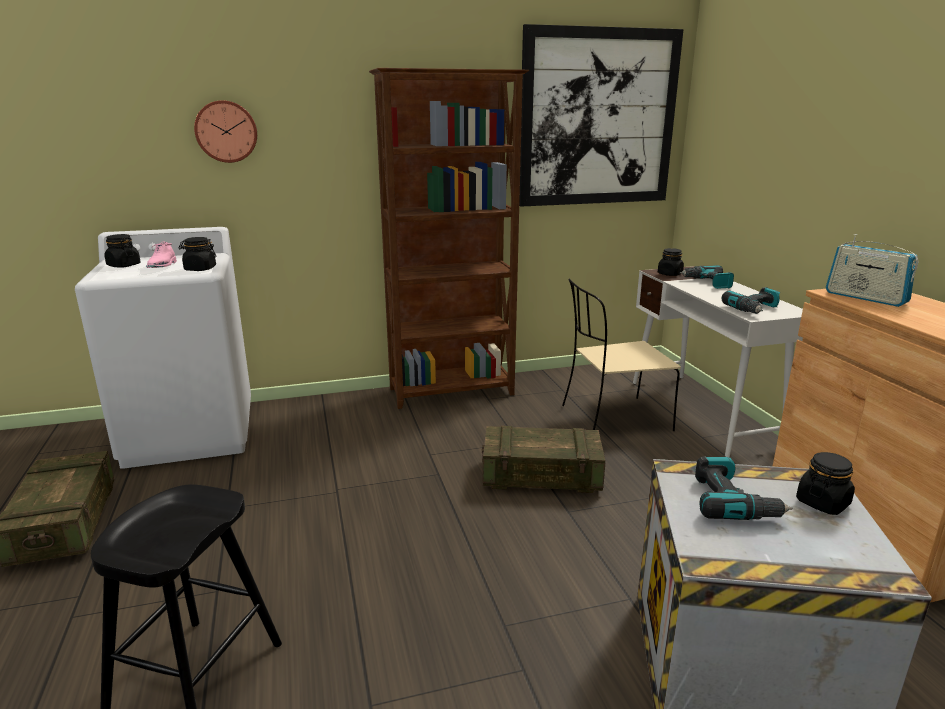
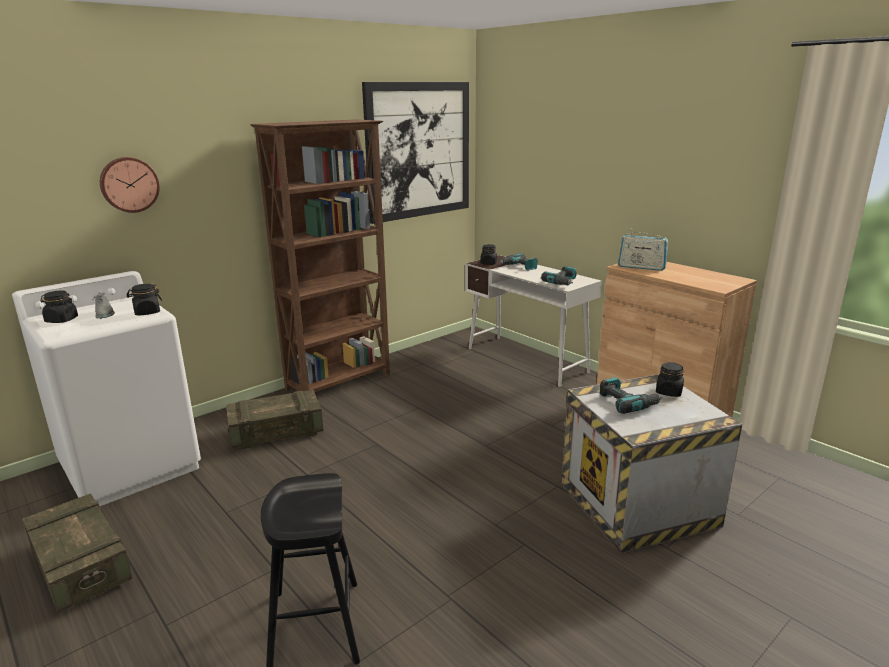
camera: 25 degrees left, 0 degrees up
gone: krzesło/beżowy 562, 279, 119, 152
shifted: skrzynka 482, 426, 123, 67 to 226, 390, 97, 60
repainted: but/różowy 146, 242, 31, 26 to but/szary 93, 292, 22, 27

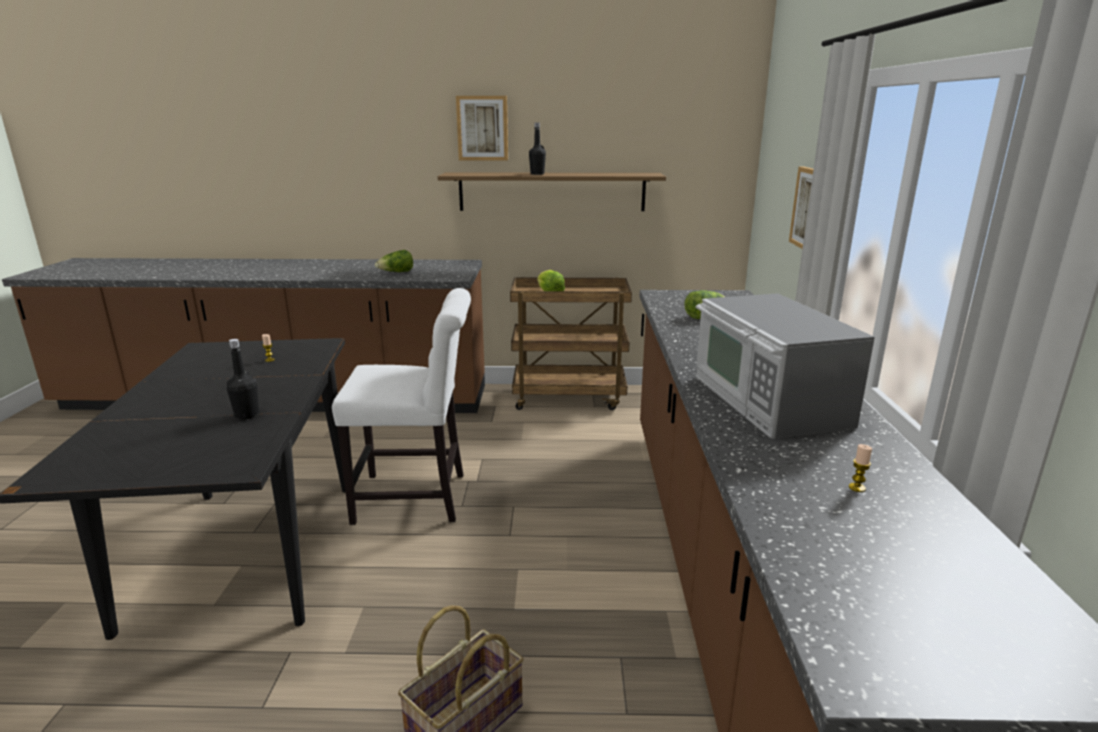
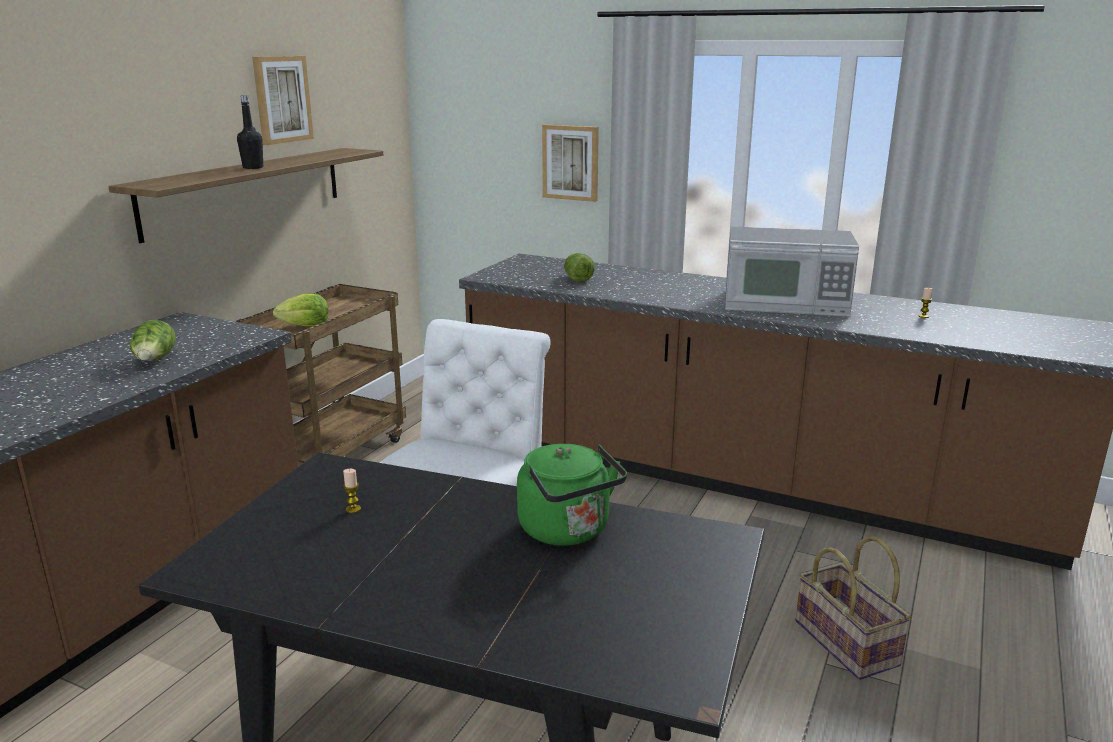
camera: 65 degrees left, 0 degrees up
shifted: obraz 456, 96, 52, 65 to 252, 56, 62, 89
swapped: butelka/czarny 227, 339, 32, 81 to czajnik/zielony 517, 444, 110, 102

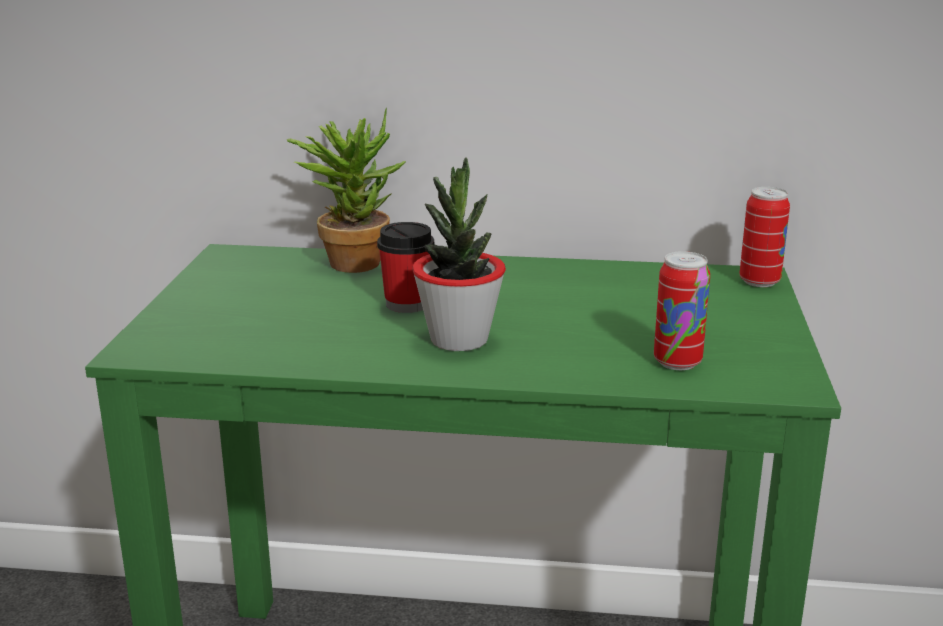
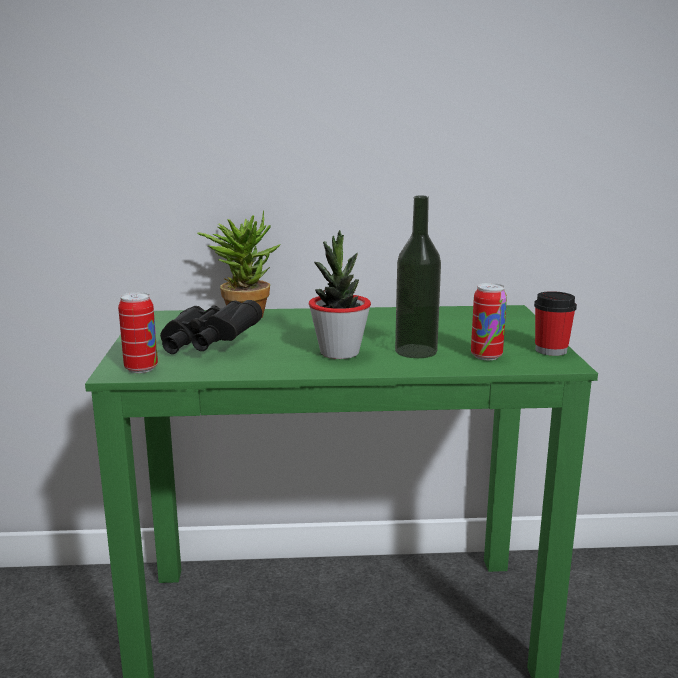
camera: 10 degrees left, 5 degrees down
new: butelka 395, 196, 46, 162; lornetka/czarny 160, 300, 102, 54
shifted: puszka 740, 187, 50, 100 to 118, 292, 40, 81; filiżanka 377, 222, 57, 91 to 534, 291, 43, 65

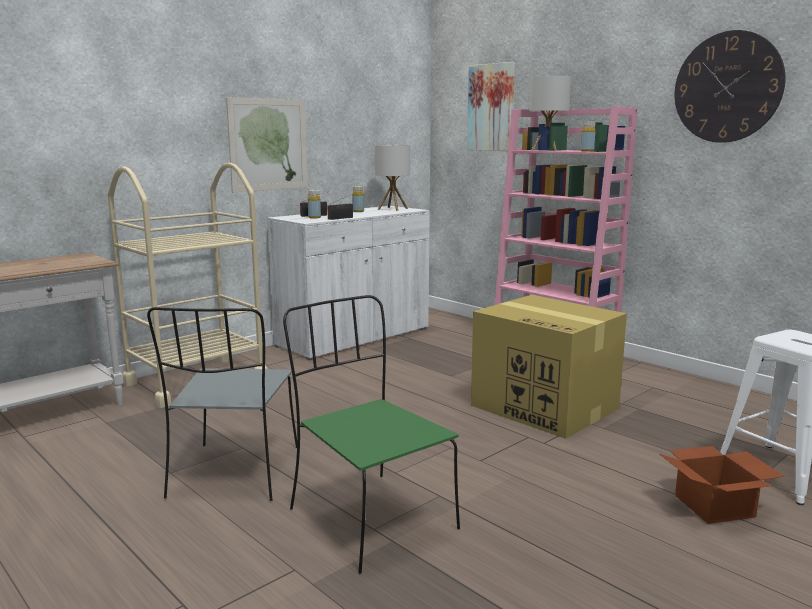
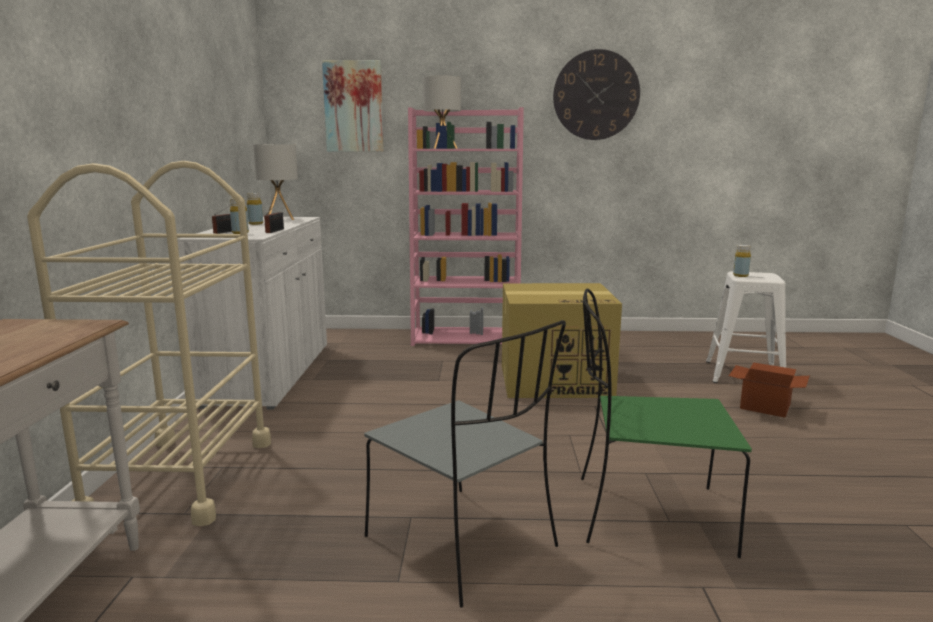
camera: 45 degrees left, 0 degrees up
gone: obraz 226, 97, 82, 95
shifted: butelka/żółty 581, 121, 15, 31 to 733, 244, 18, 33

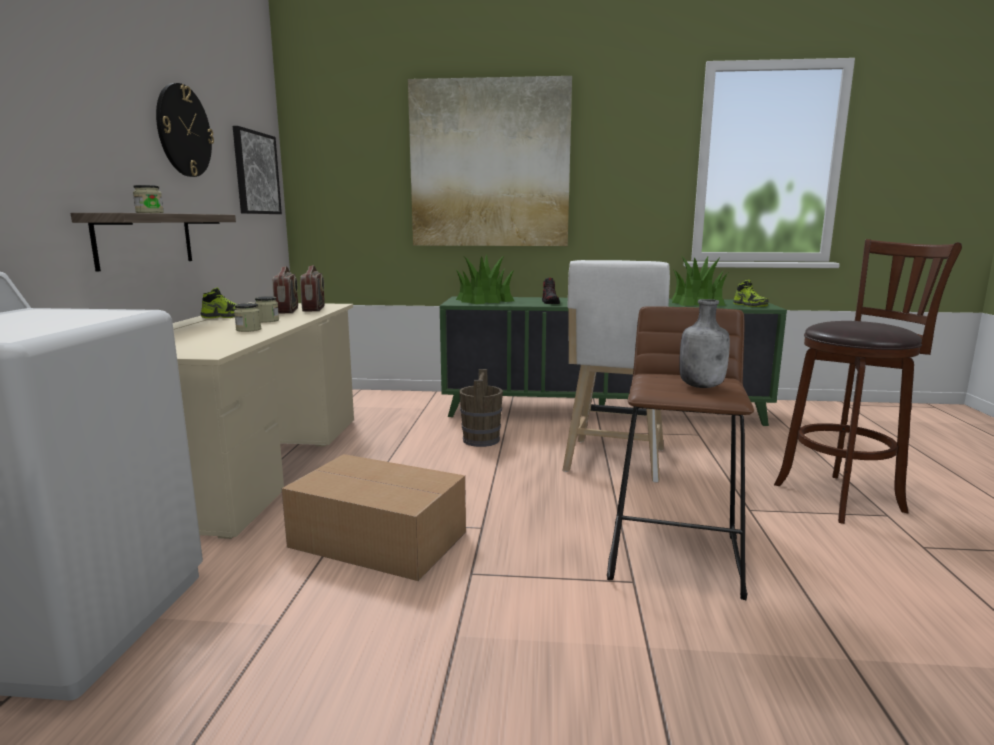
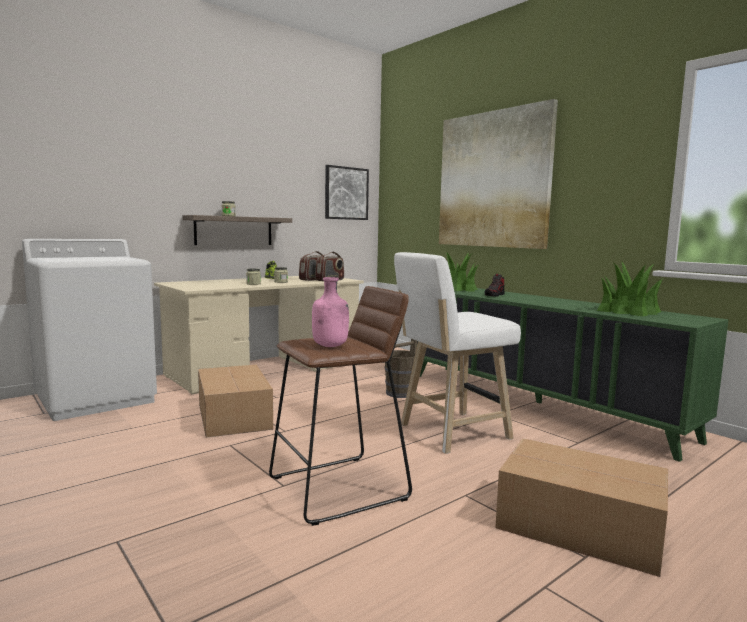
camera: 45 degrees right, 5 degrees down
gone: zegar ścienny 156, 83, 58, 94; but 733, 280, 36, 27
swapped: stołek/brązowy 774, 239, 188, 285 to karton 495, 438, 173, 139
repainted: butelka/szary 679, 299, 51, 89 to butelka/różowy 312, 277, 37, 70

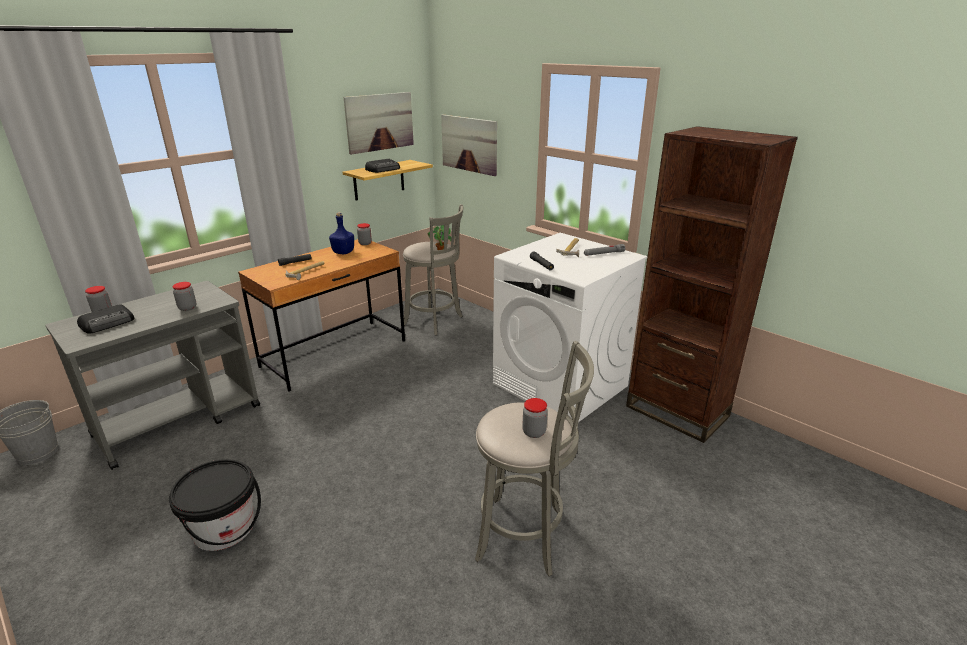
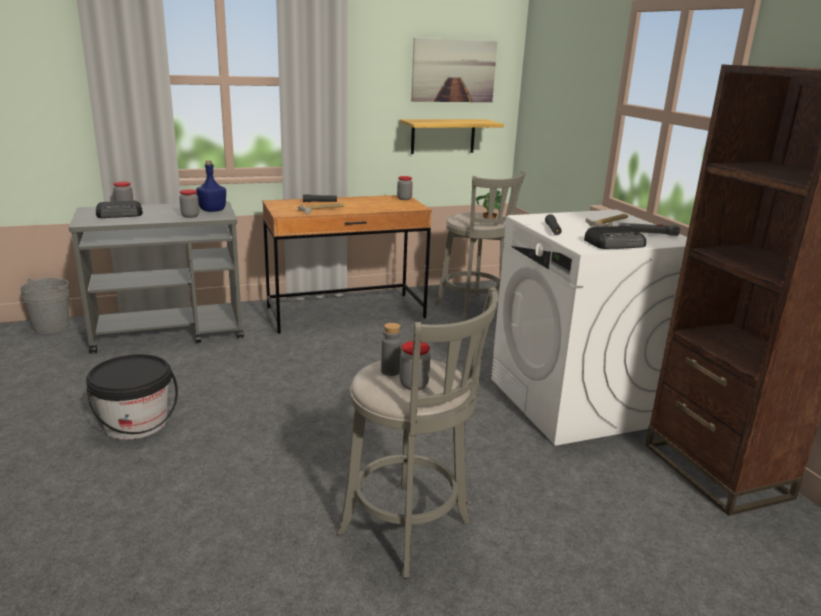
camera: 25 degrees right, 5 degrees down
gone: obraz 441, 115, 56, 61
new: butelka/szary 381, 323, 21, 53
shifted: radio 365, 159, 35, 14 to 584, 226, 62, 23; butelka/niebieski 329, 212, 25, 42 to 196, 160, 30, 52

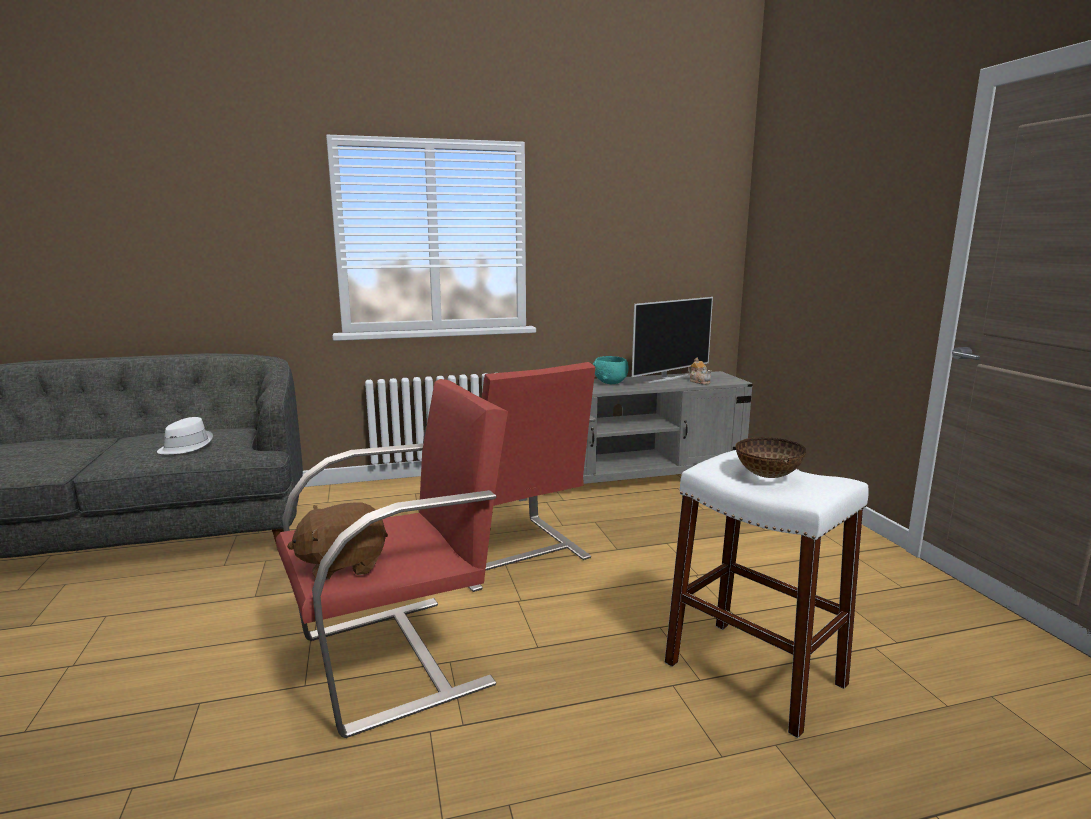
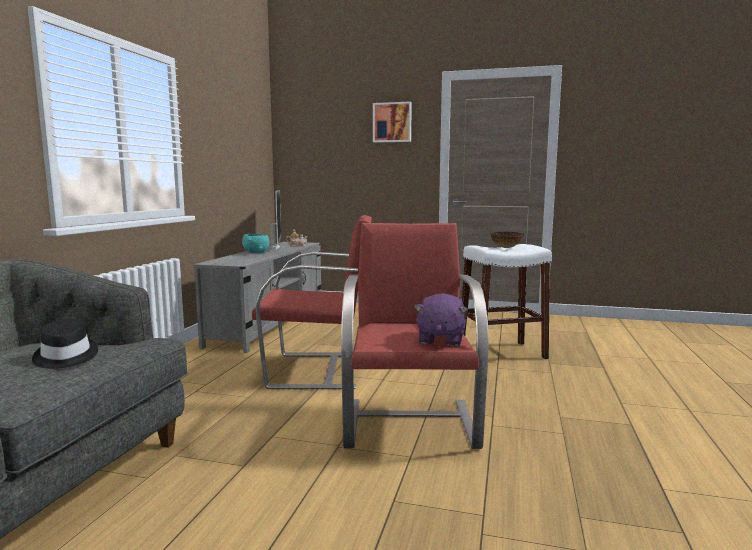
camera: 60 degrees left, 5 degrees down
new: obraz 373, 101, 39, 42
repainted: kapelusz/biały 157, 417, 56, 37 to kapelusz/czarny 32, 319, 66, 50; pluszak/brązowy 287, 502, 101, 78 to pluszak/fioletowy 414, 293, 54, 53

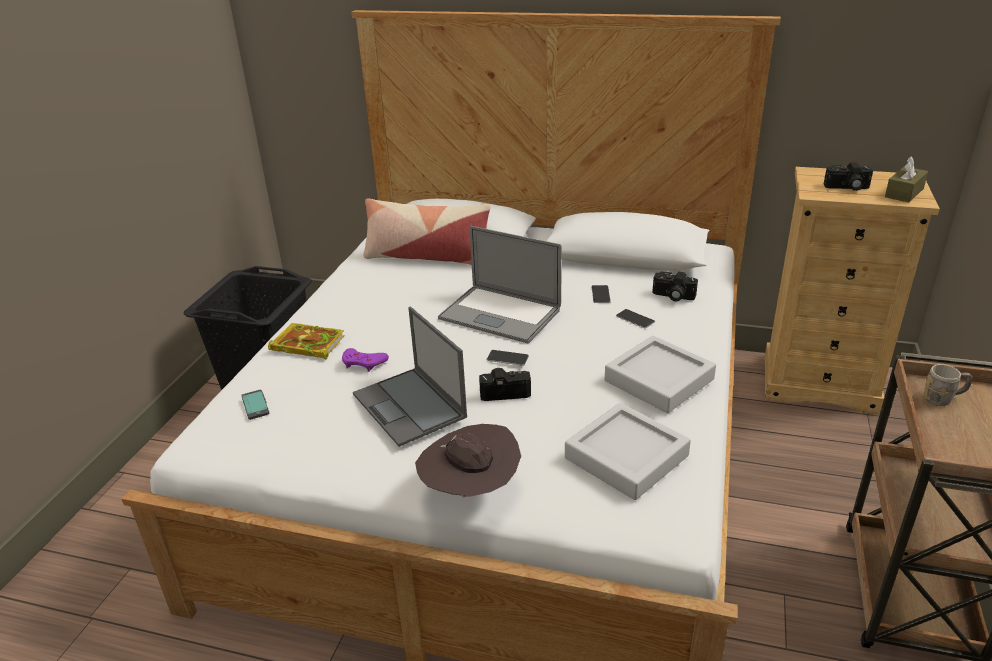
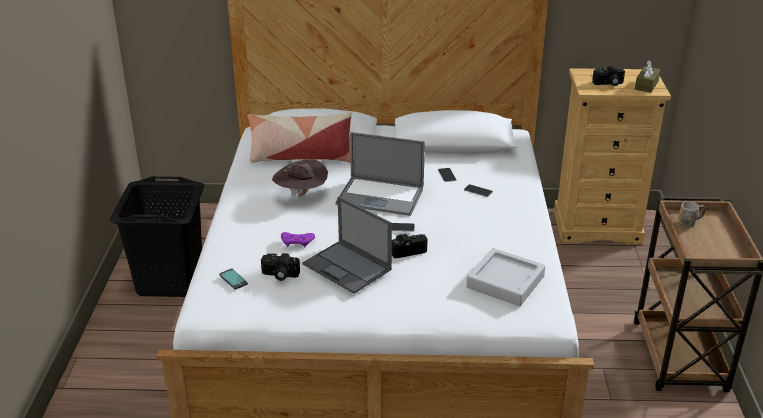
camera: 15 degrees left, 0 degrees up
gone: książka 268, 323, 77, 36; taca/szary 605, 336, 111, 77
shifted: aparat fotograficzny 652, 271, 46, 30 to 261, 253, 39, 28; kapelusz/brązowy 415, 424, 106, 74 to 272, 160, 56, 37

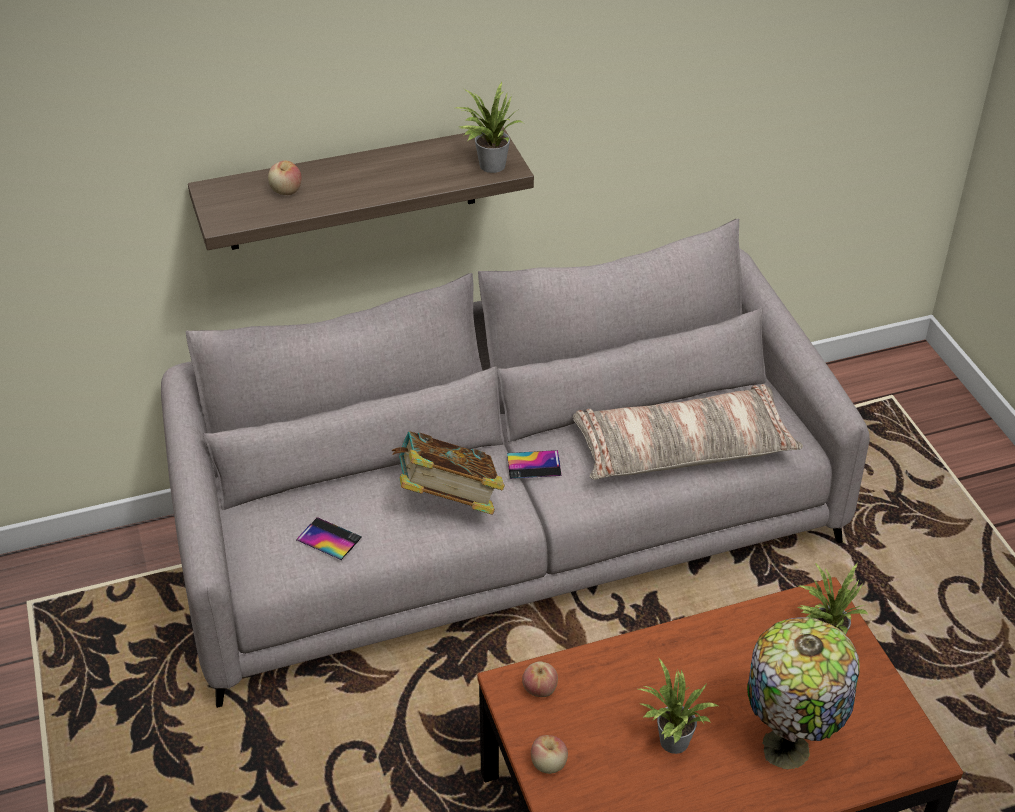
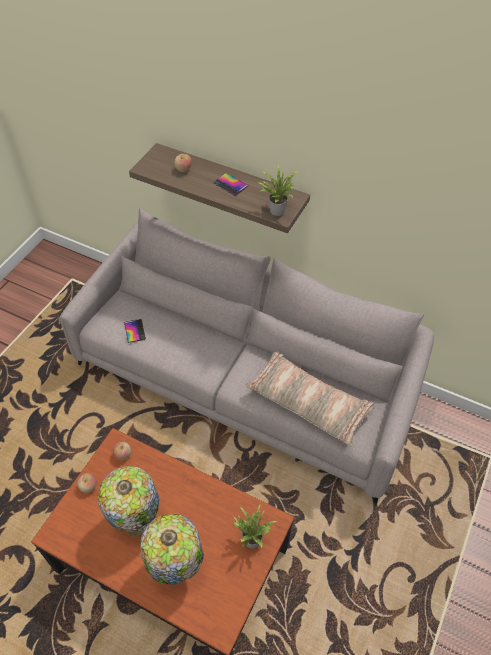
camera: 45 degrees right, 10 degrees up
gone: książka 391, 431, 114, 84
shifted: telefon 507, 450, 55, 29 to 213, 173, 36, 23
swapped: roślina doniczkowa 638, 657, 80, 97 to lampa stołowa 97, 466, 62, 71

